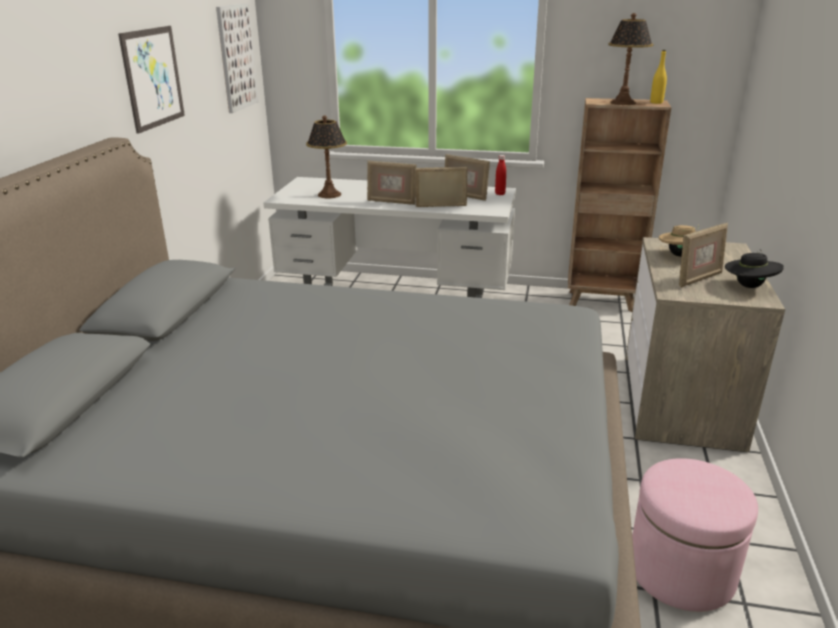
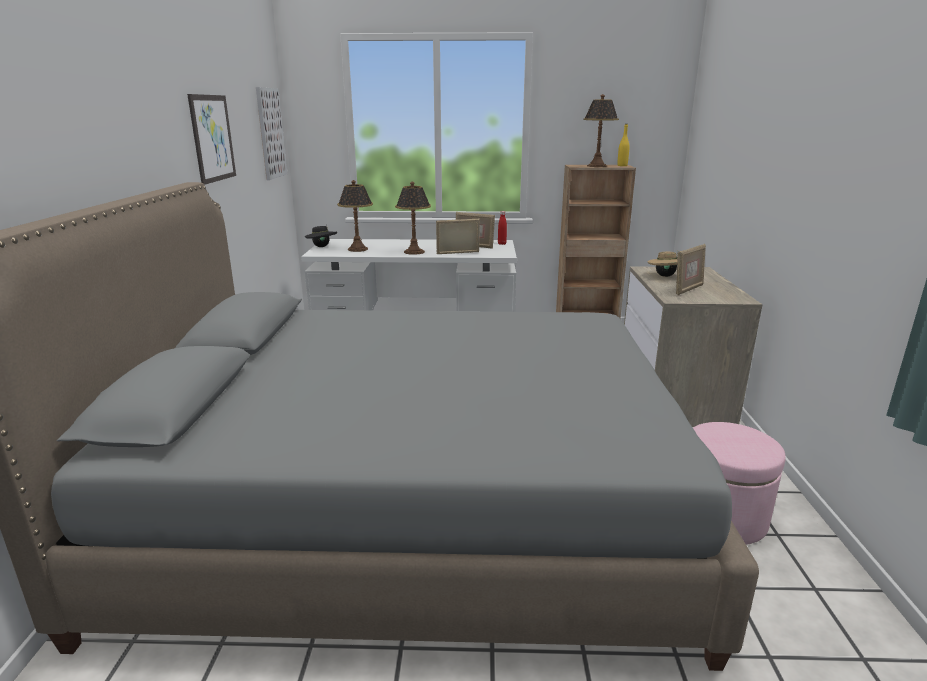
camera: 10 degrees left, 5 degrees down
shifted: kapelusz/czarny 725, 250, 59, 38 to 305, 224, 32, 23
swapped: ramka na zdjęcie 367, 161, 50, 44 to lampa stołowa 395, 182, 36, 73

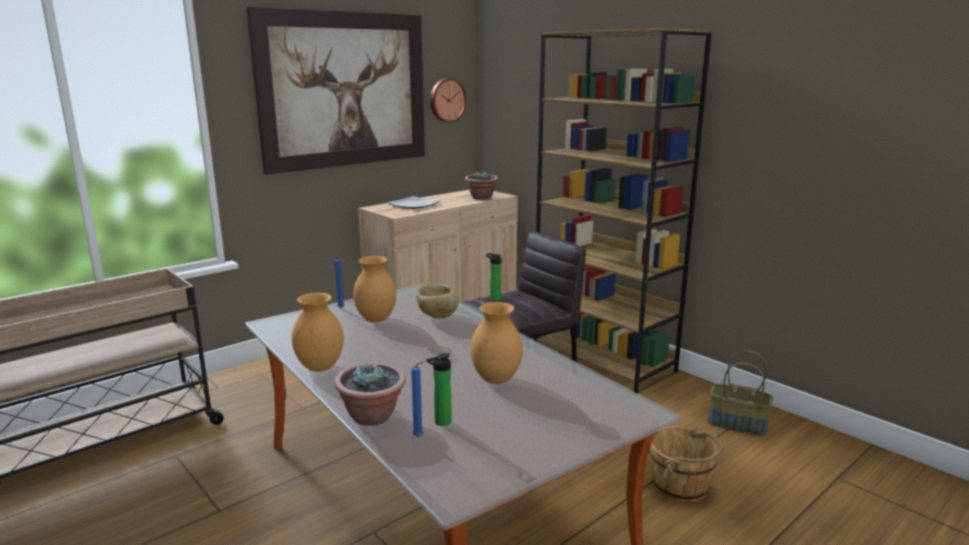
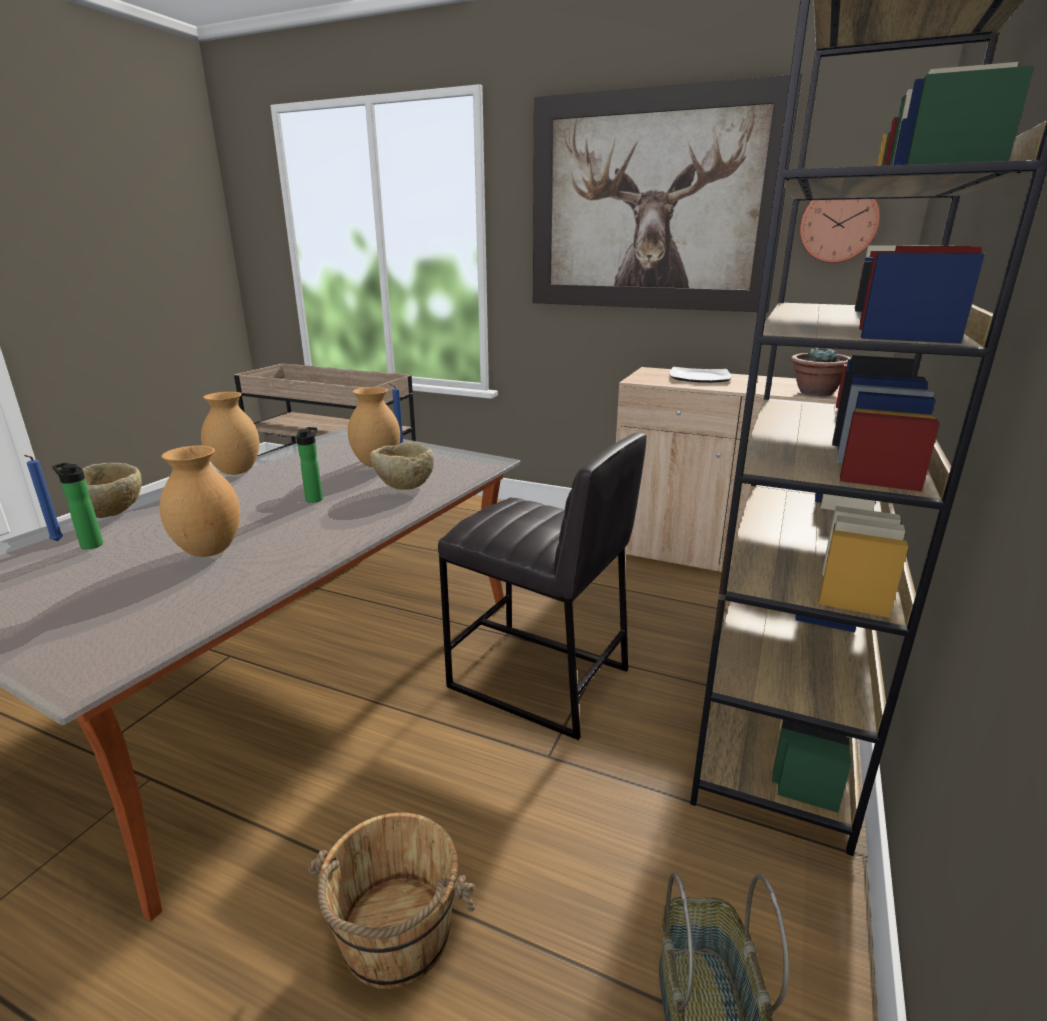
camera: 65 degrees right, 5 degrees up
shifted: butelka 486, 253, 15, 48 to 296, 427, 27, 76
swapped: roślina doniczkowa 334, 362, 72, 64 to miska/beżowy 83, 463, 59, 55

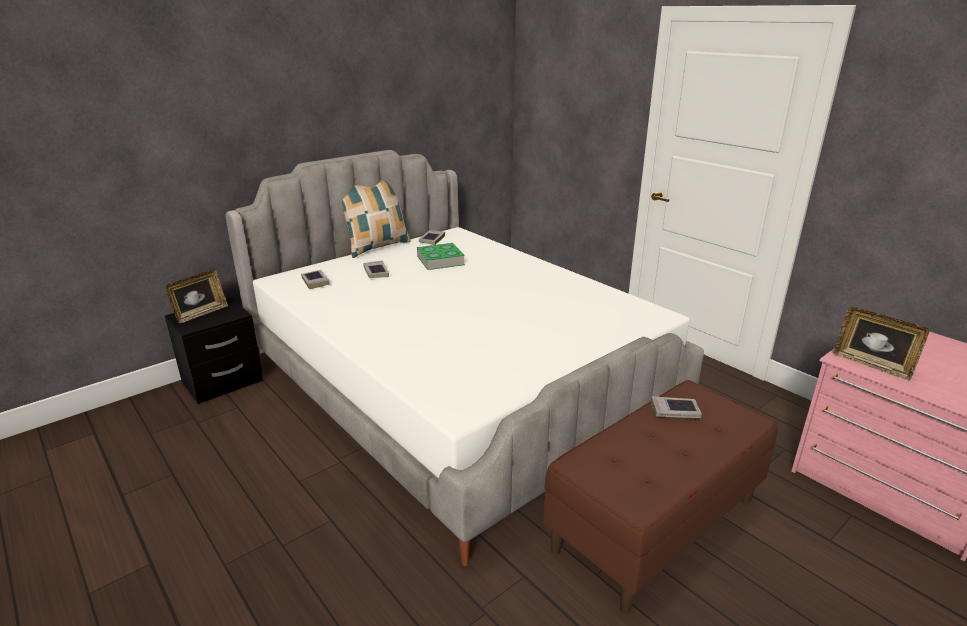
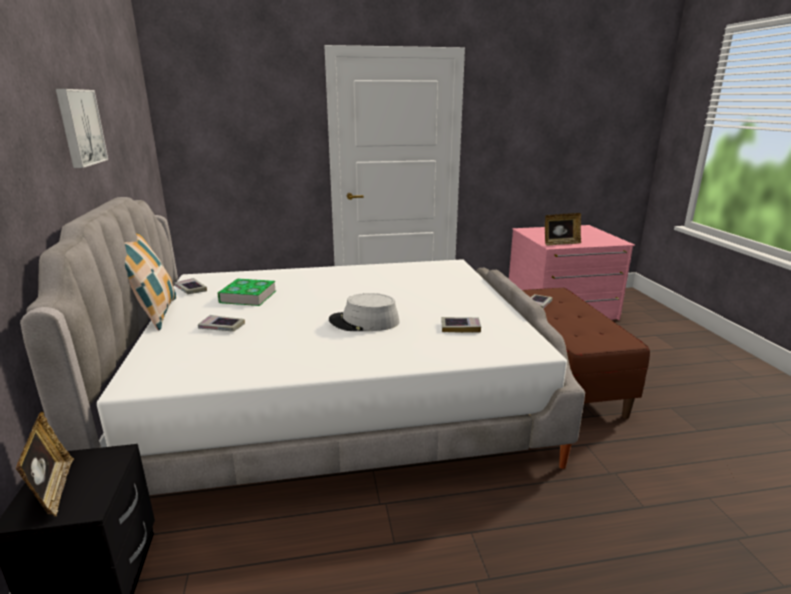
camera: 60 degrees left, 5 degrees down
new: obraz 56, 89, 52, 79; kapelusz/szary 329, 293, 71, 38
shifted: książka 301, 270, 29, 19 to 442, 317, 39, 16

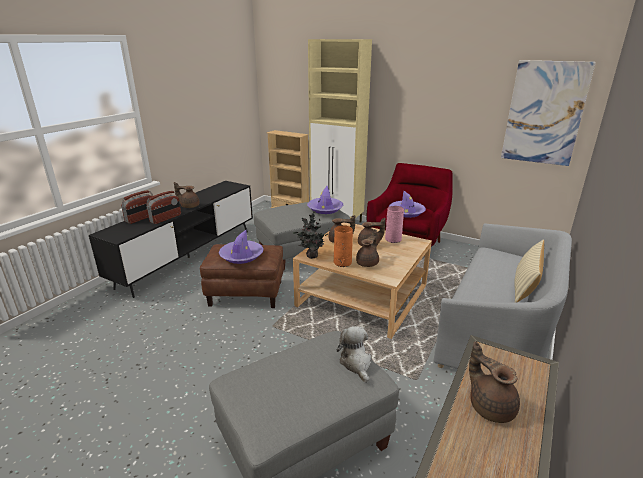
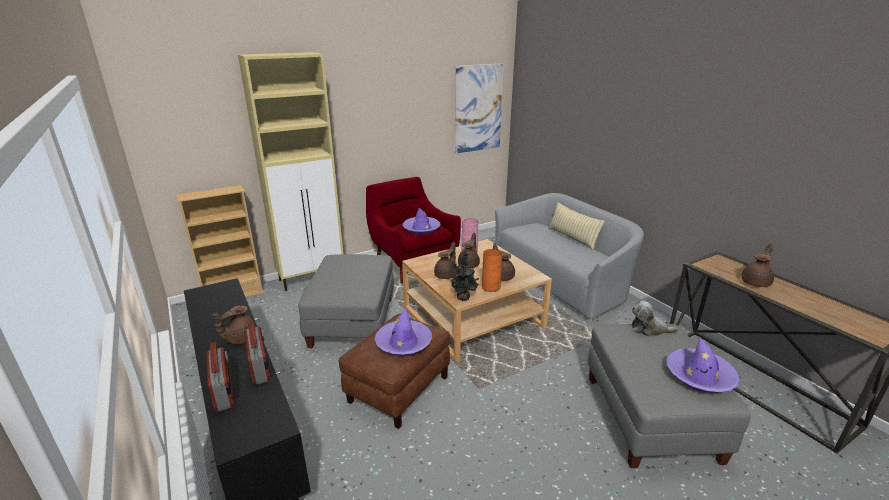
camera: 60 degrees left, 0 degrees up
shifted: kapelusz/fioletowy 307, 186, 36, 28 to 666, 337, 74, 56
rotated: imbryk/brązowy 469, 342, 51, 81 = 741, 243, 33, 44 135 degrees clockwise

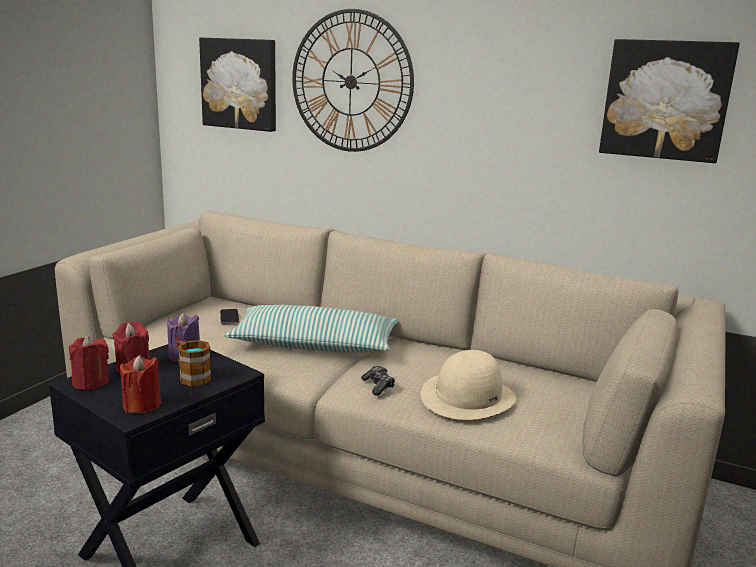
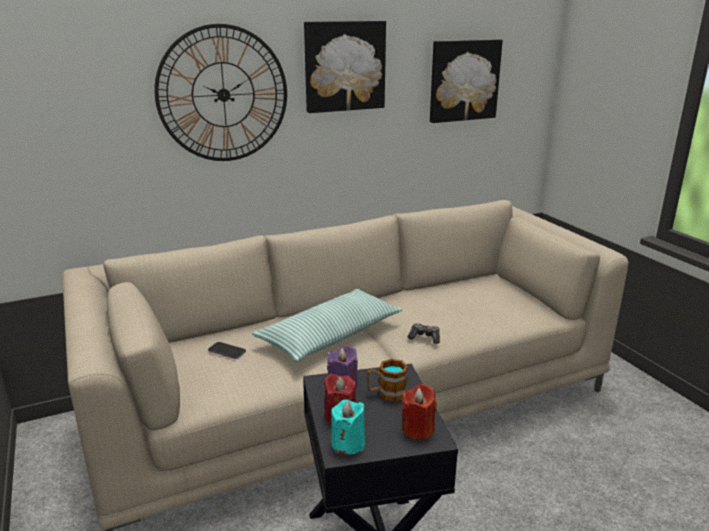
camera: 50 degrees left, 5 degrees up
gone: kapelusz/beżowy 421, 350, 96, 70
shifted: obraz 199, 38, 77, 94 to 304, 21, 82, 92
repainted: świeca/czerwony 69, 336, 40, 54 to świeca/turkusowy 331, 400, 34, 55

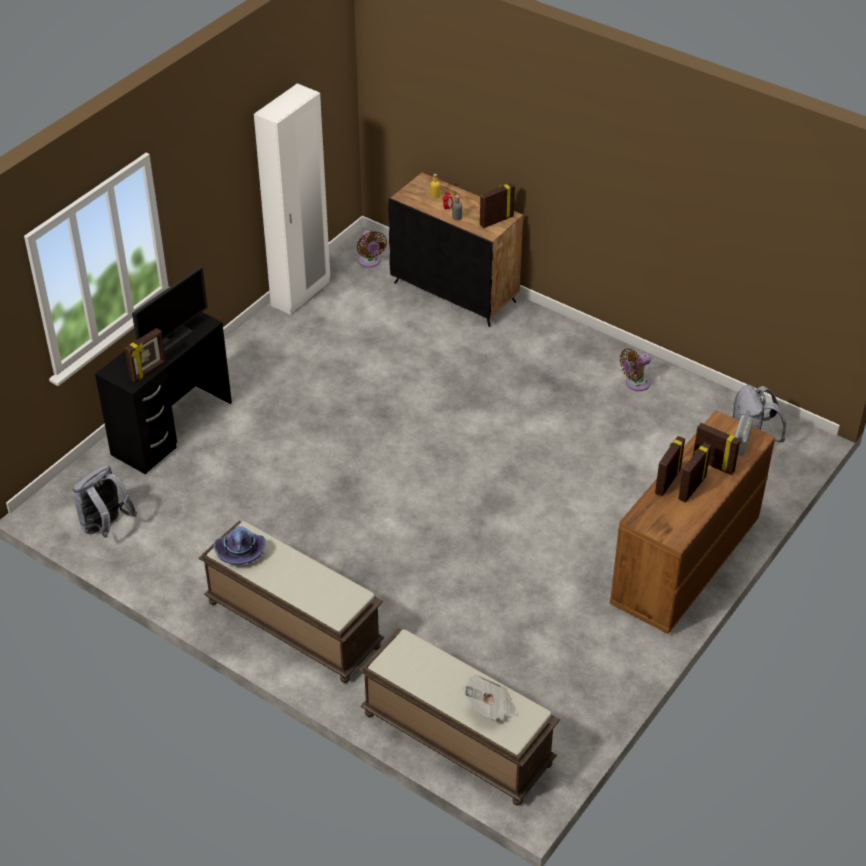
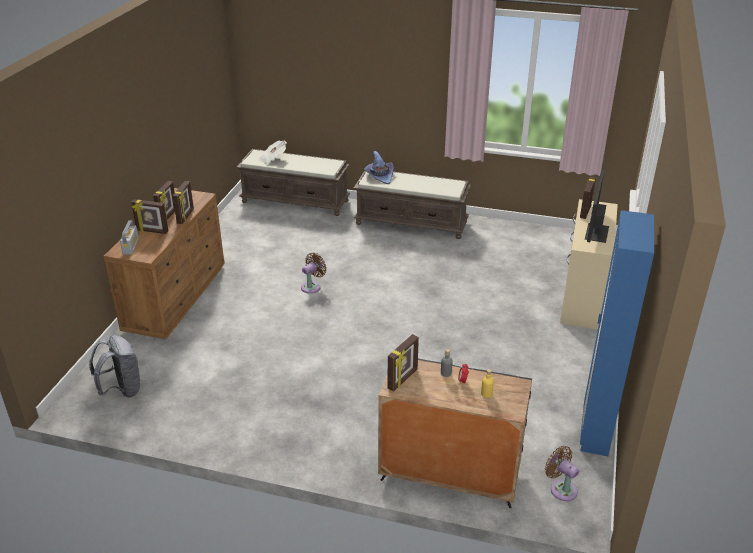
camera: 160 degrees right, 10 degrees down
gone: plecak/szary 73, 465, 64, 73
shifted: wentylator/brązowy 620, 348, 31, 43 to 301, 253, 26, 41; kapelusz/fioletowy 214, 526, 52, 39 to 364, 151, 30, 33
repainted: szafa/biały 254, 83, 76, 232 to szafa/niebieski 580, 211, 74, 245; biurko/czarny 95, 312, 137, 162 to biurko/beżowy 560, 199, 58, 131

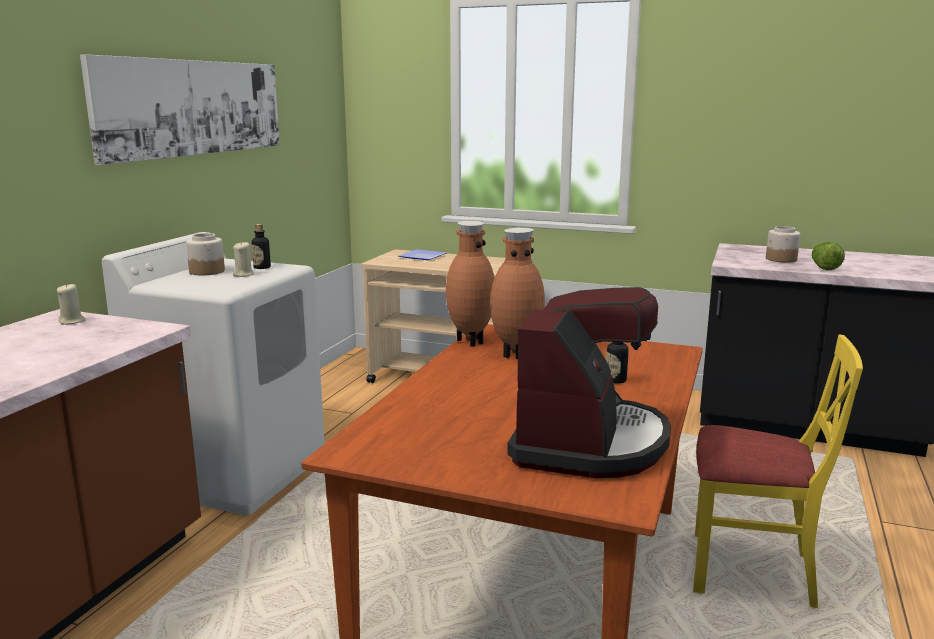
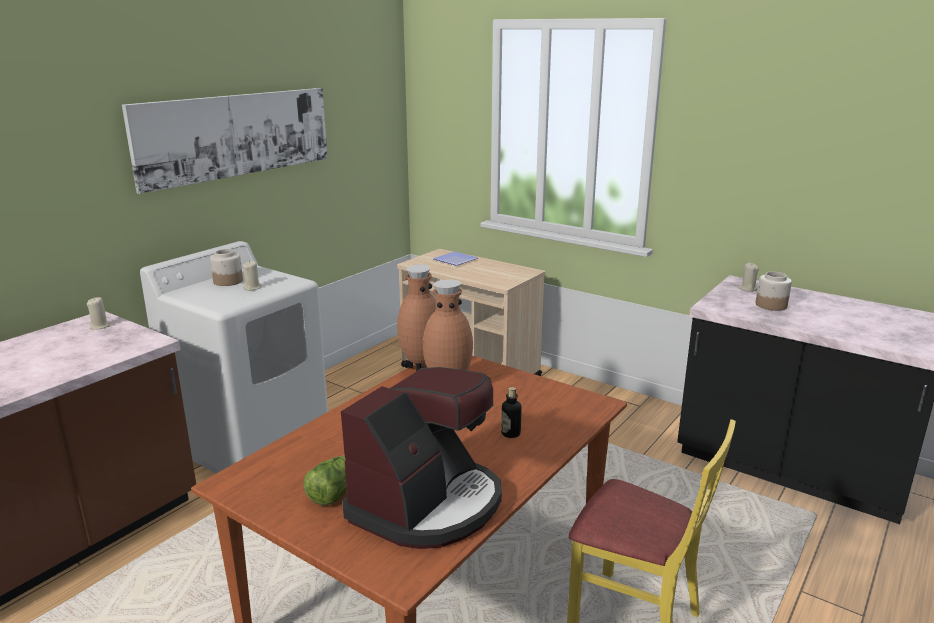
camera: 15 degrees right, 5 degrees up
gone: butelka 252, 224, 19, 45
new: świeca/beżowy 739, 263, 20, 29
shifted: sałata 812, 242, 33, 28 to 303, 456, 44, 49

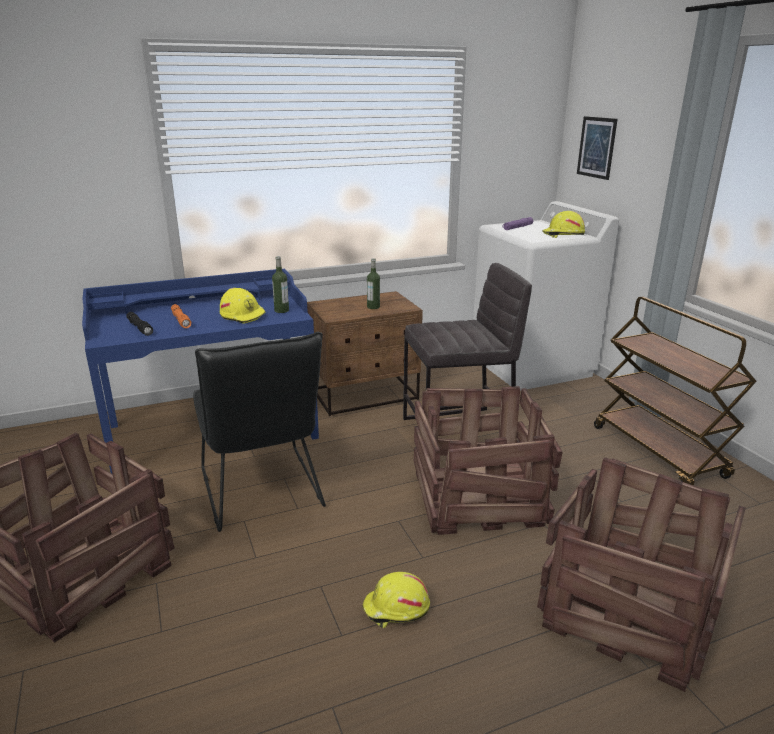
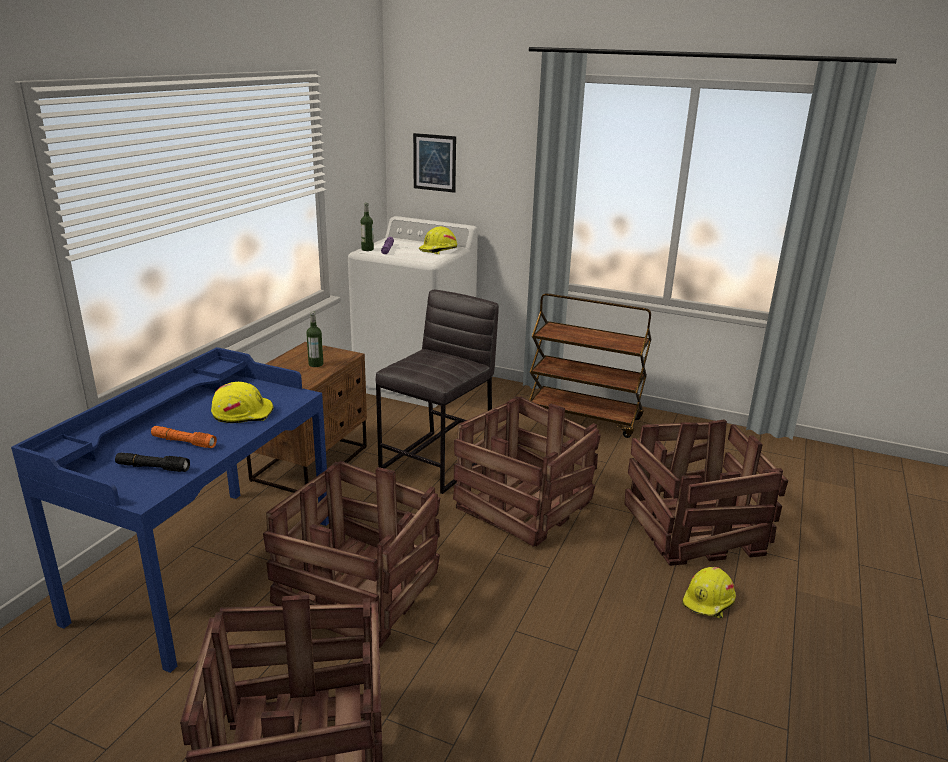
camera: 45 degrees left, 0 degrees up
shifted: butelka 272, 256, 17, 57 to 361, 203, 13, 48; kask/żółty 362, 572, 68, 56 to 682, 567, 54, 52
swapped: krzesło/czarny 193, 332, 133, 200 to skrzynka 263, 461, 177, 187

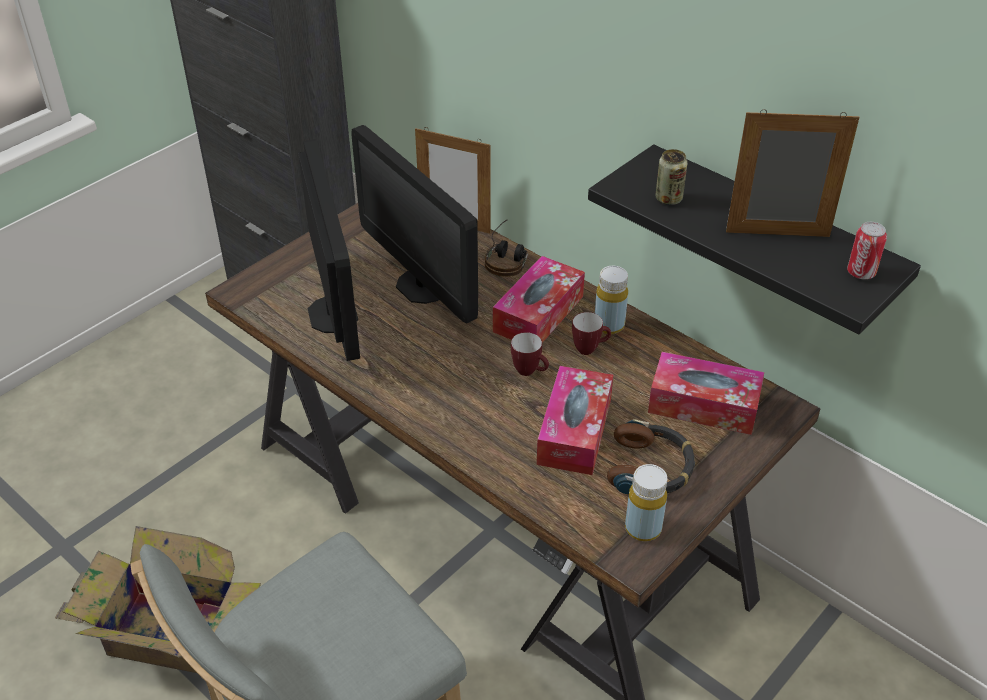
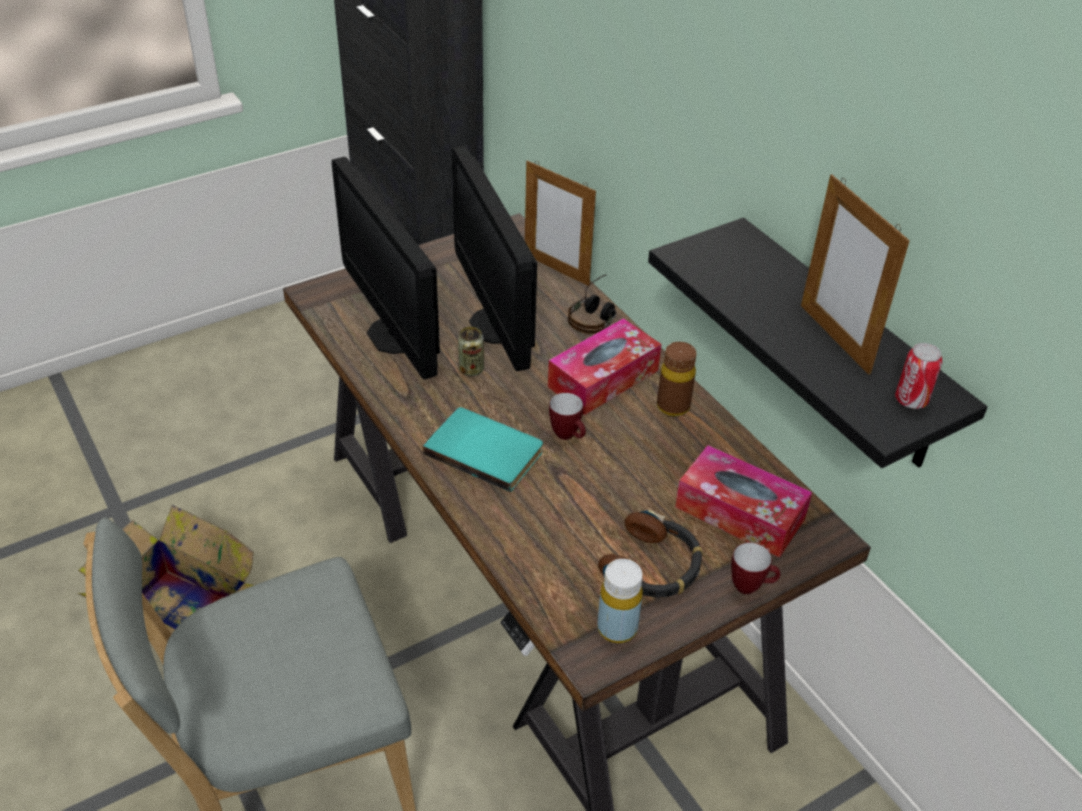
camera: 15 degrees right, 0 degrees up
gone: pudełko chusteczek 537, 366, 76, 109
new: książka/turkusowy 423, 407, 120, 85
shifted: puszka 655, 149, 33, 56 to 458, 327, 26, 49; kubek 572, 312, 39, 43 to 731, 542, 49, 52
repainted: butelka/żółty 595, 266, 33, 68 to butelka/brązowy 657, 342, 39, 74
rotated: ramka na zdjęcie 726, 109, 133, 128 = 801, 174, 109, 201 135 degrees counterclockwise; monitor 298, 139, 62, 222 = 332, 157, 108, 223 150 degrees clockwise

